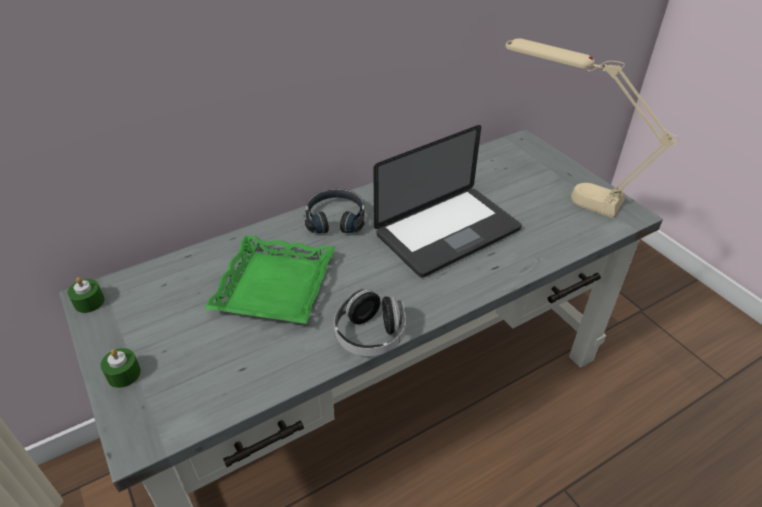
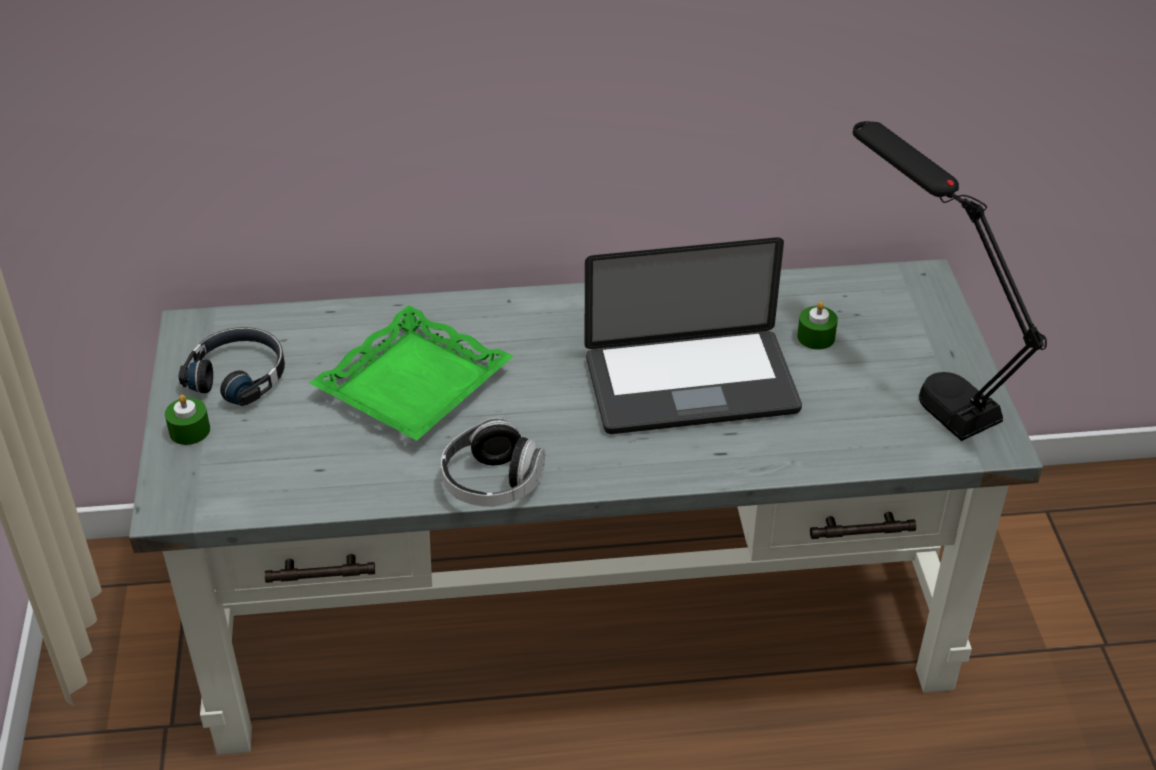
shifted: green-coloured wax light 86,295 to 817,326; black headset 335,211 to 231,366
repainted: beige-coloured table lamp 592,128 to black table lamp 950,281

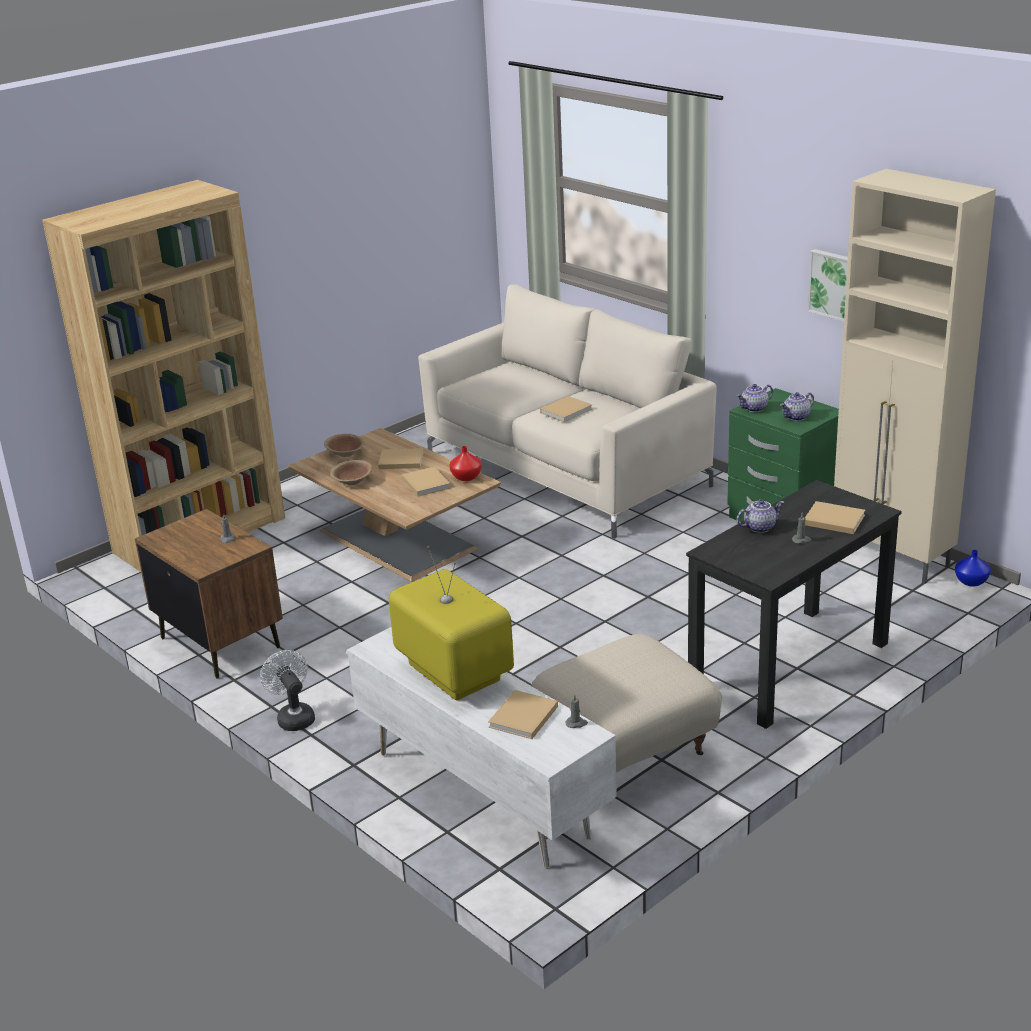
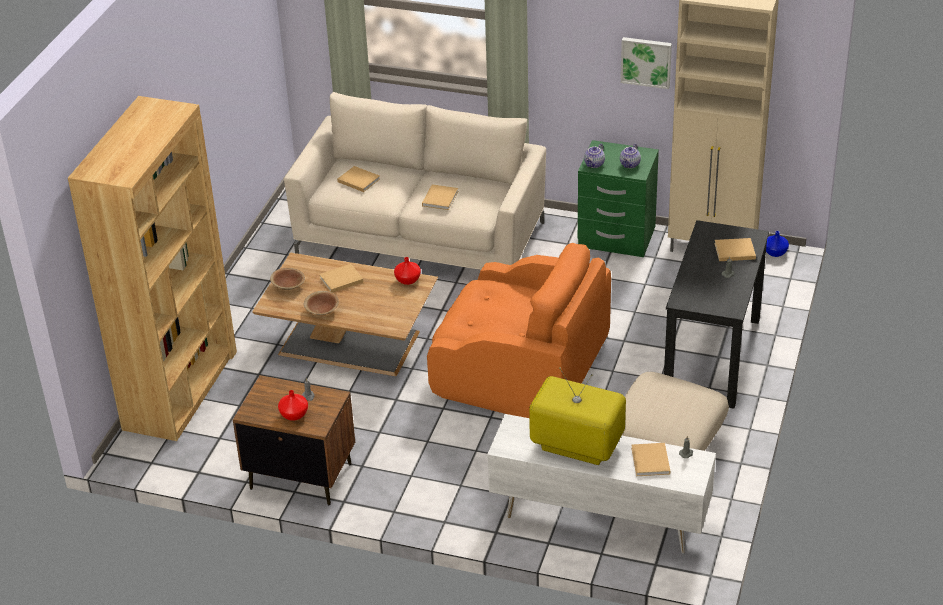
gone: white-coloured electric fan 287,690; tea pot 760,516
new: red-coloured flower vase 293,405; orangey lounge chair 519,330
shifted: beige-coloured book 426,481 to 358,179

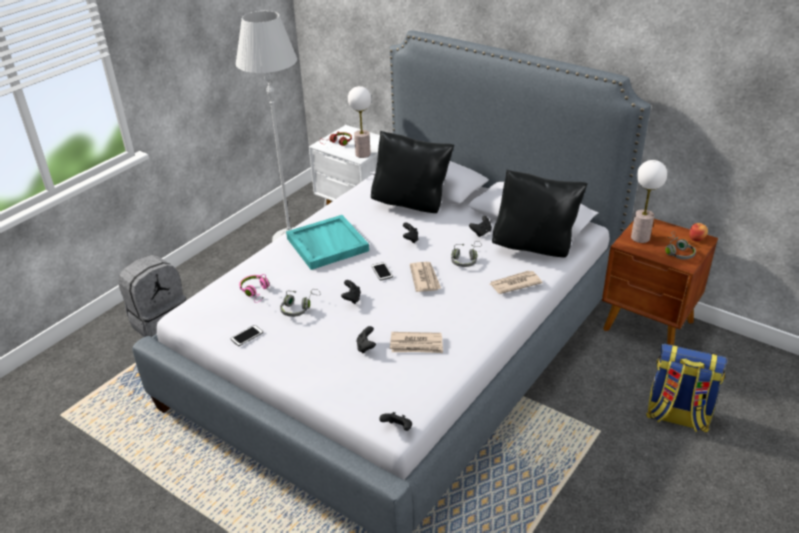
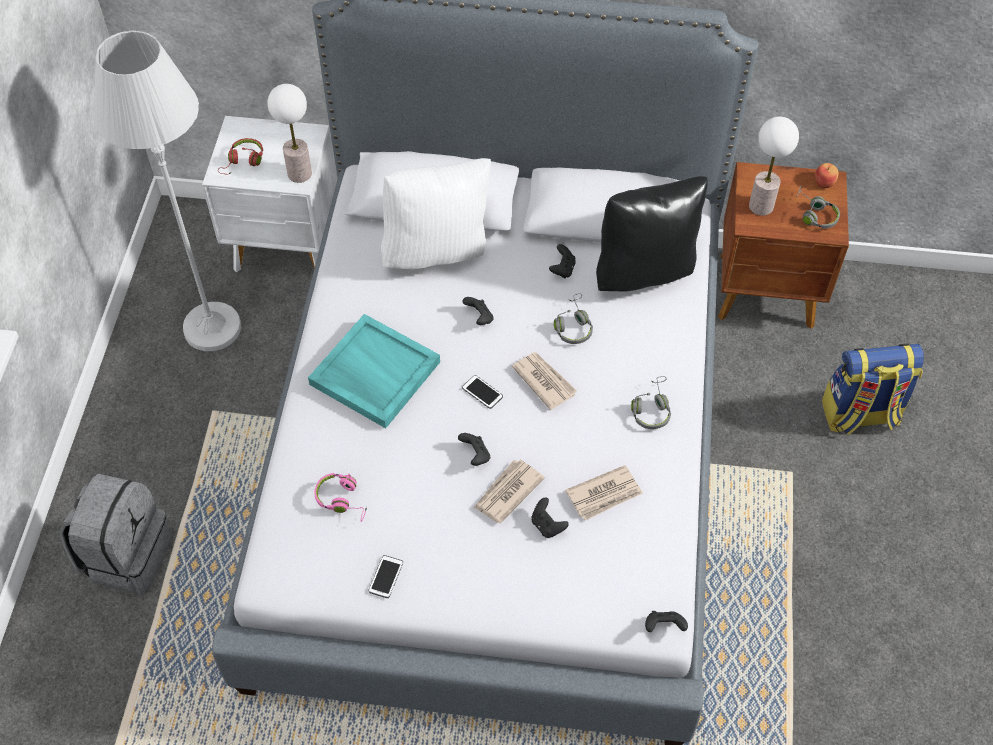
shifted: greyish headset 300,303 to 651,402; daily paper 516,282 to 509,491
repainted: black cushion 412,171 to white-coloured cushion 436,214

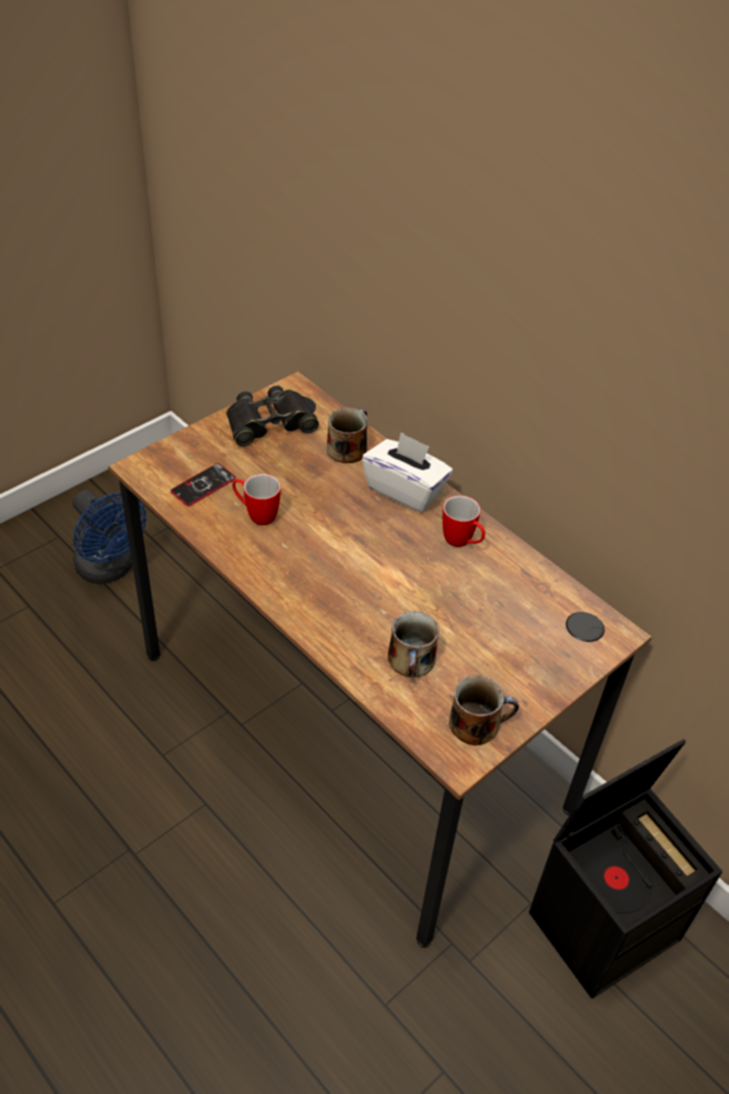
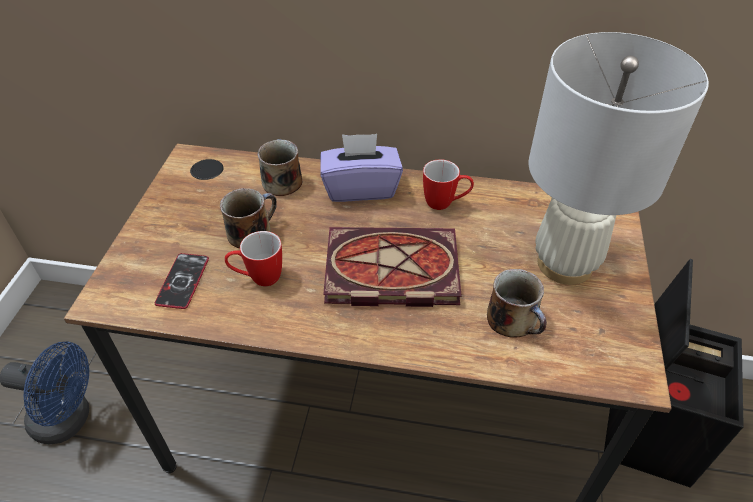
gone: black binoculars 272,416
new: book 392,267; white-coloured table lamp 619,158
shifted: tea mug 484,710 to 248,218
repainted: white-coloured tissue holder 407,472 to purplish tissue holder 361,168

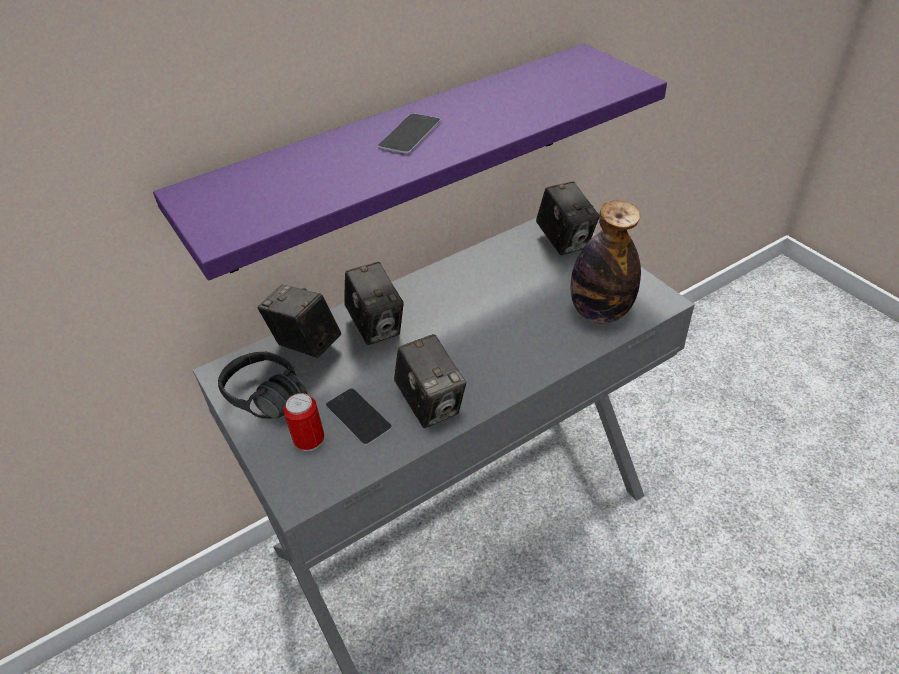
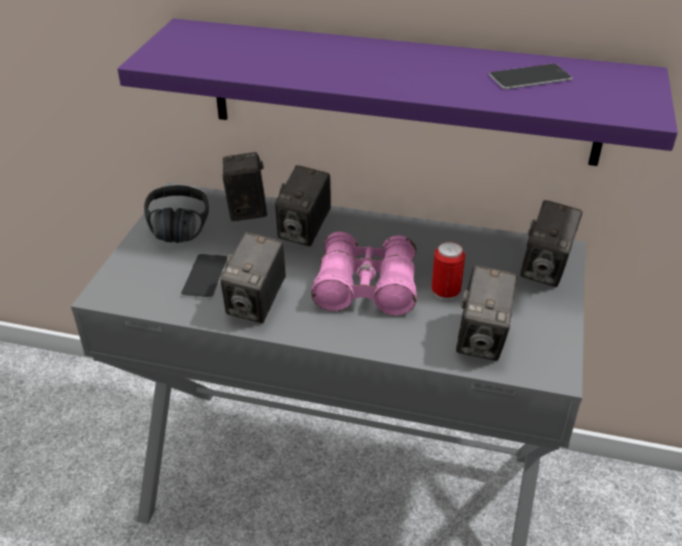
new: pink-coloured binoculars 364,274
shifted: sealed can 303,422 to 448,271; telephone 409,133 to 530,76
swapped: drink bottle 606,262 to photo camera 486,313

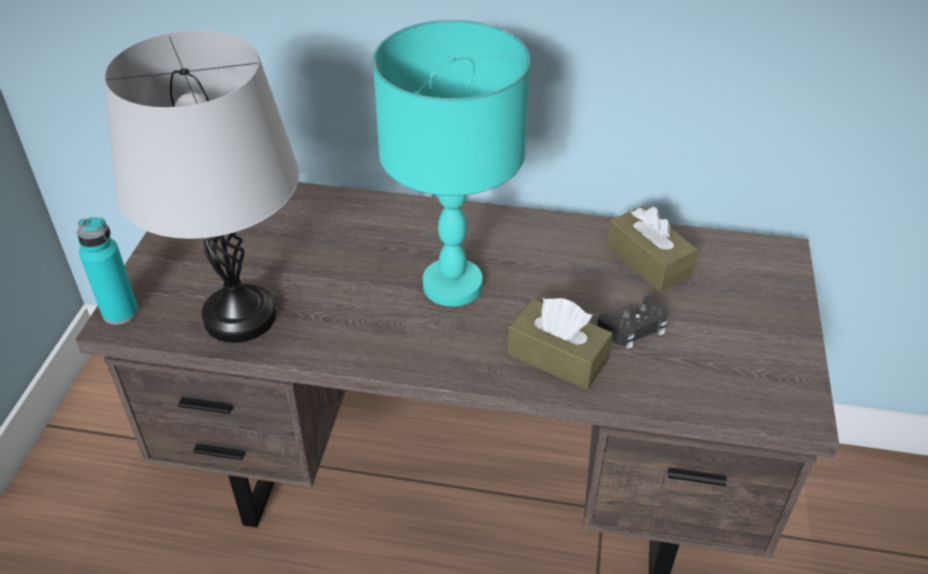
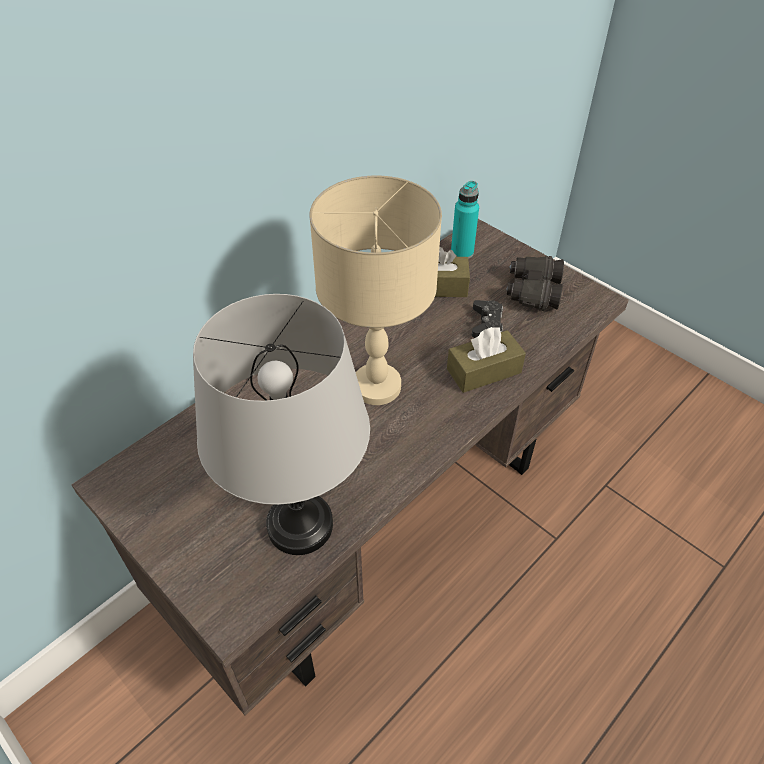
new: black binoculars 535,283
shifted: turquoise drink bottle 107,271 to 465,220
repainted: turquoise table lamp 452,163 to beige-coloured table lamp 375,290

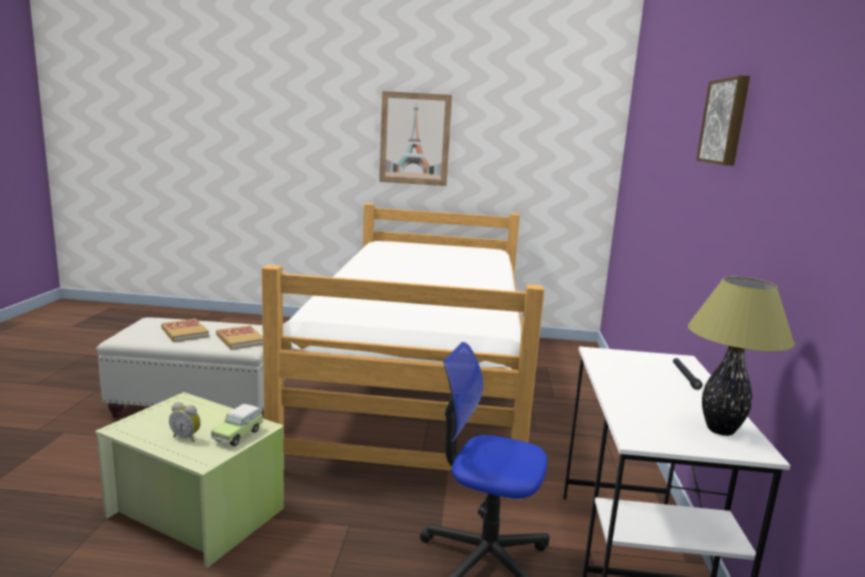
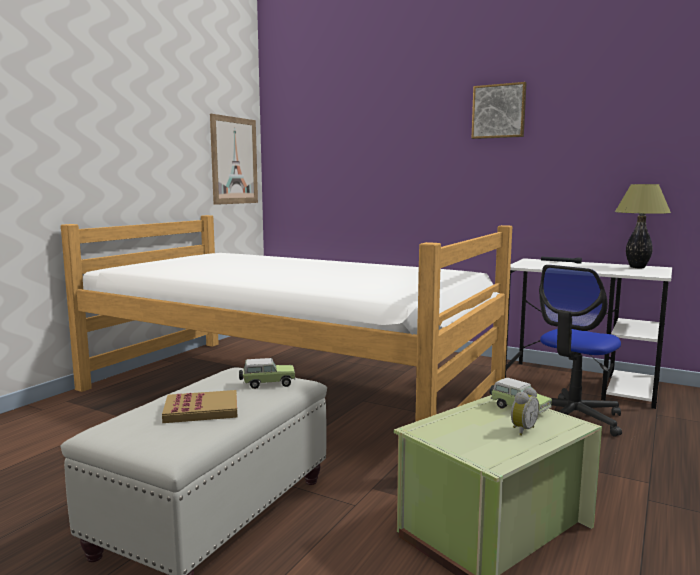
shifted: wall picture 415,138 to 234,159
swapped: book 239,337 to model car 267,373

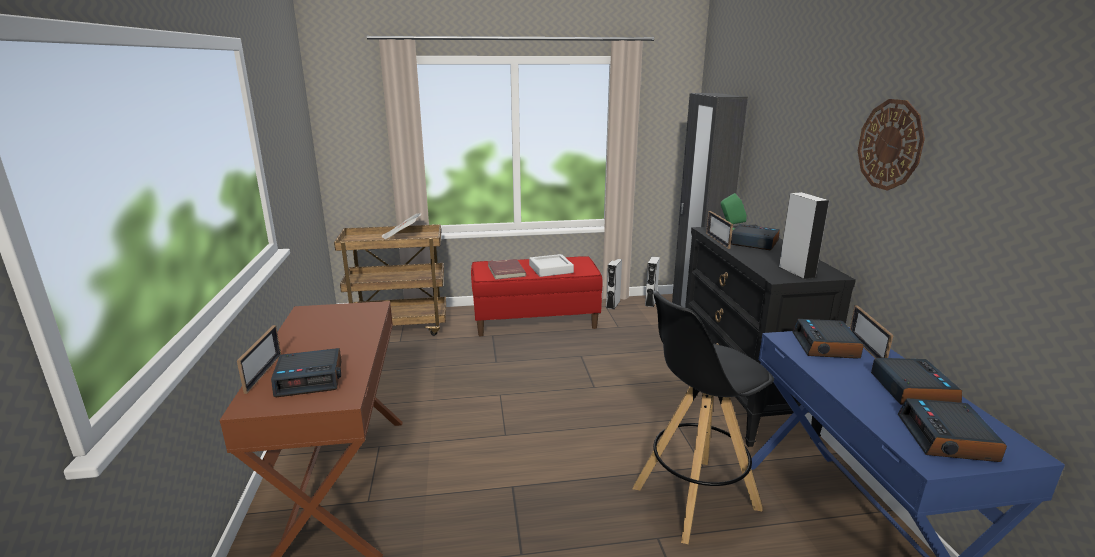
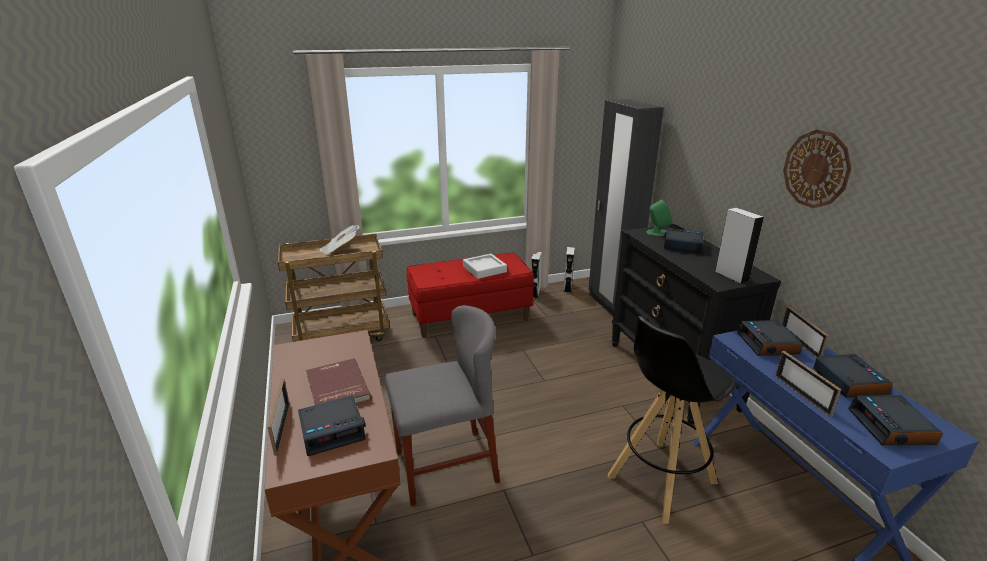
new: greyish chair 442,405
shifted: red-coloured book 507,269 to 338,381; standing frame 719,230 to 808,384

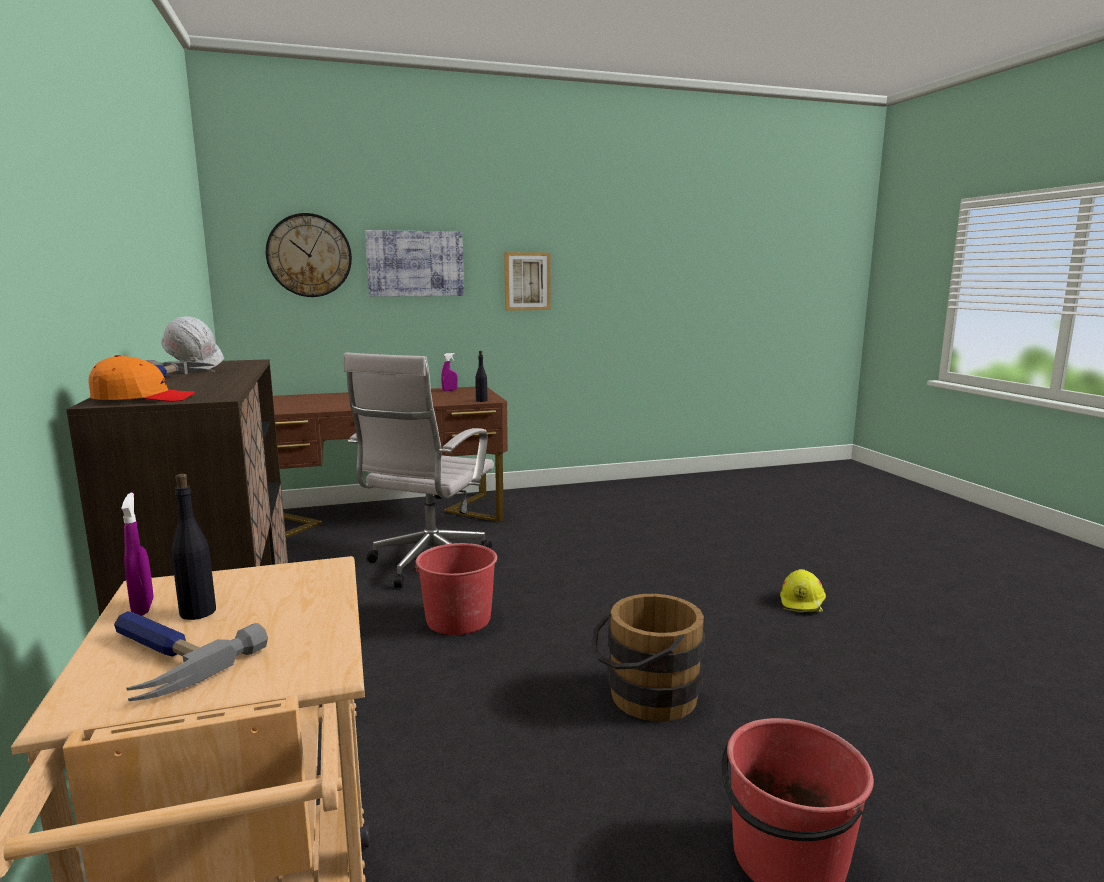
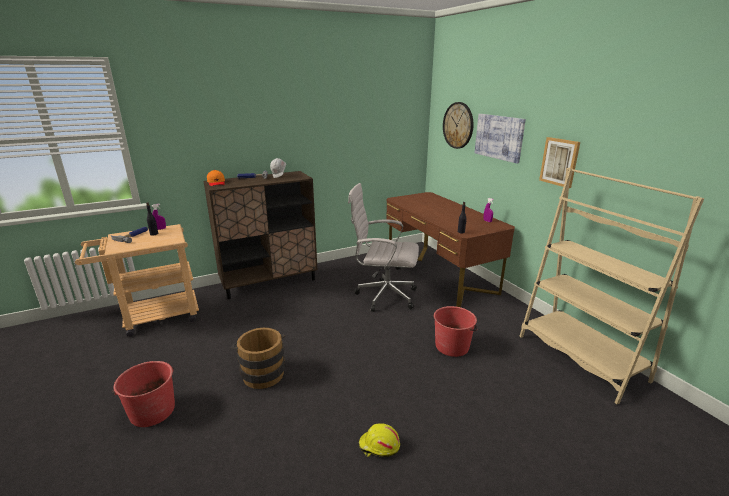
new: beige-coloured bookshelf 611,286
shifted: red-coloured water bucket 455,589 to 456,331

